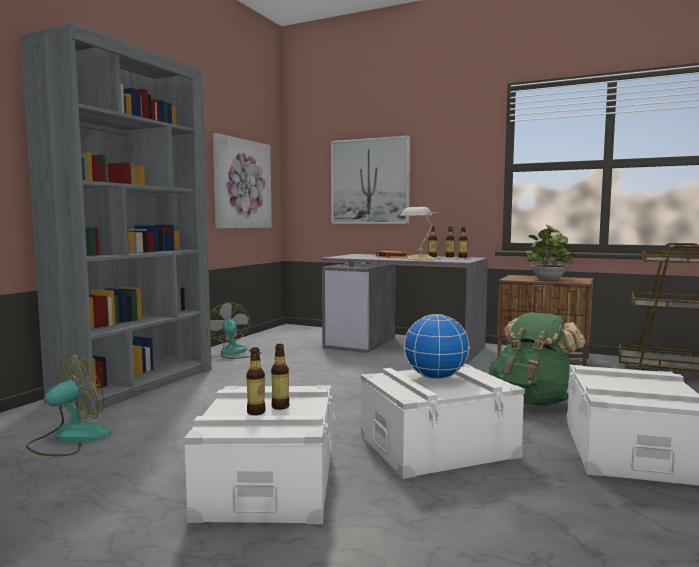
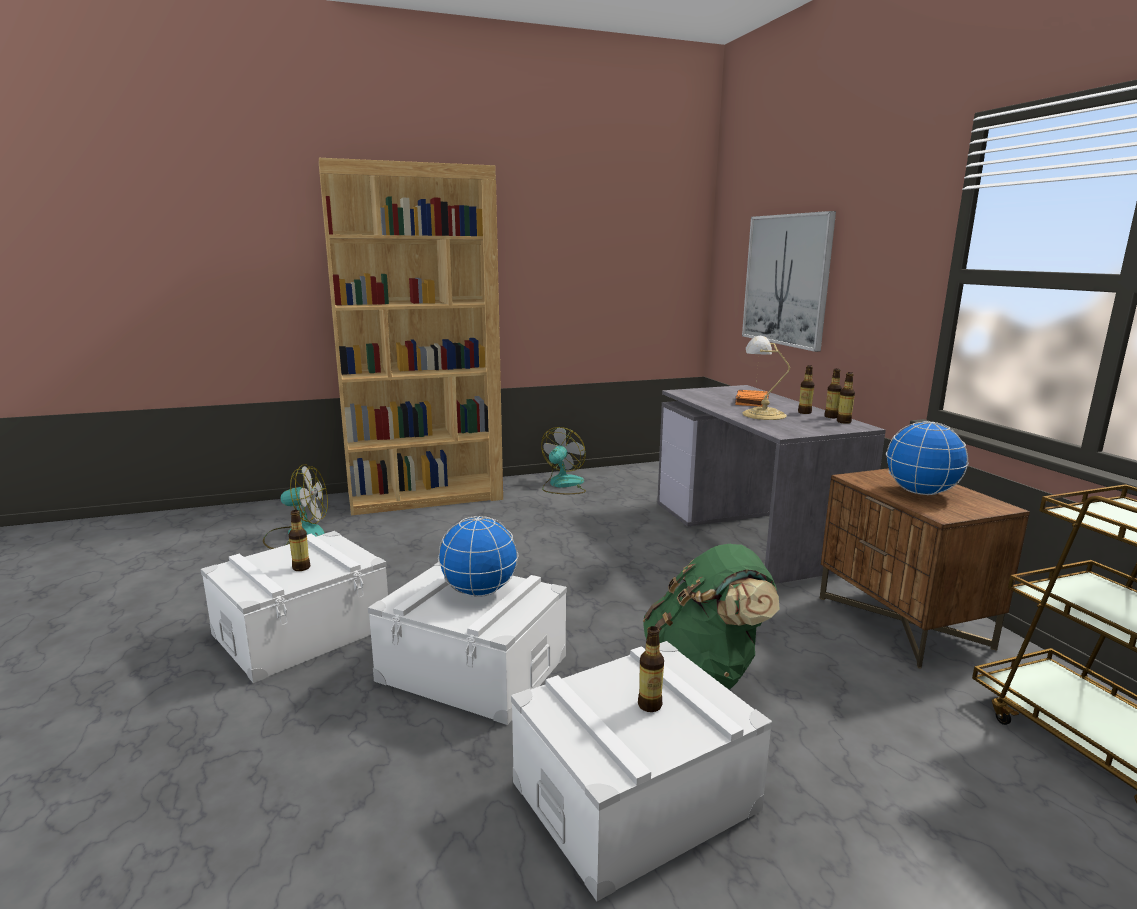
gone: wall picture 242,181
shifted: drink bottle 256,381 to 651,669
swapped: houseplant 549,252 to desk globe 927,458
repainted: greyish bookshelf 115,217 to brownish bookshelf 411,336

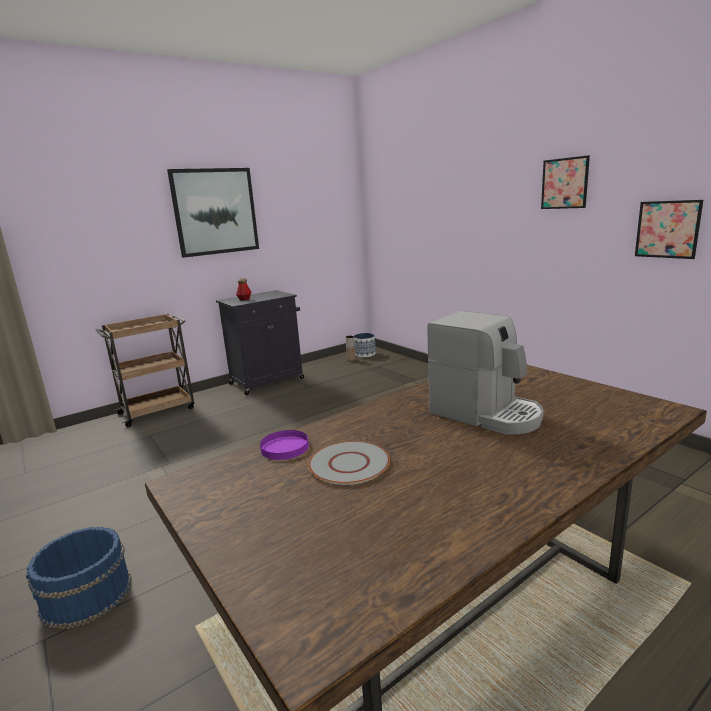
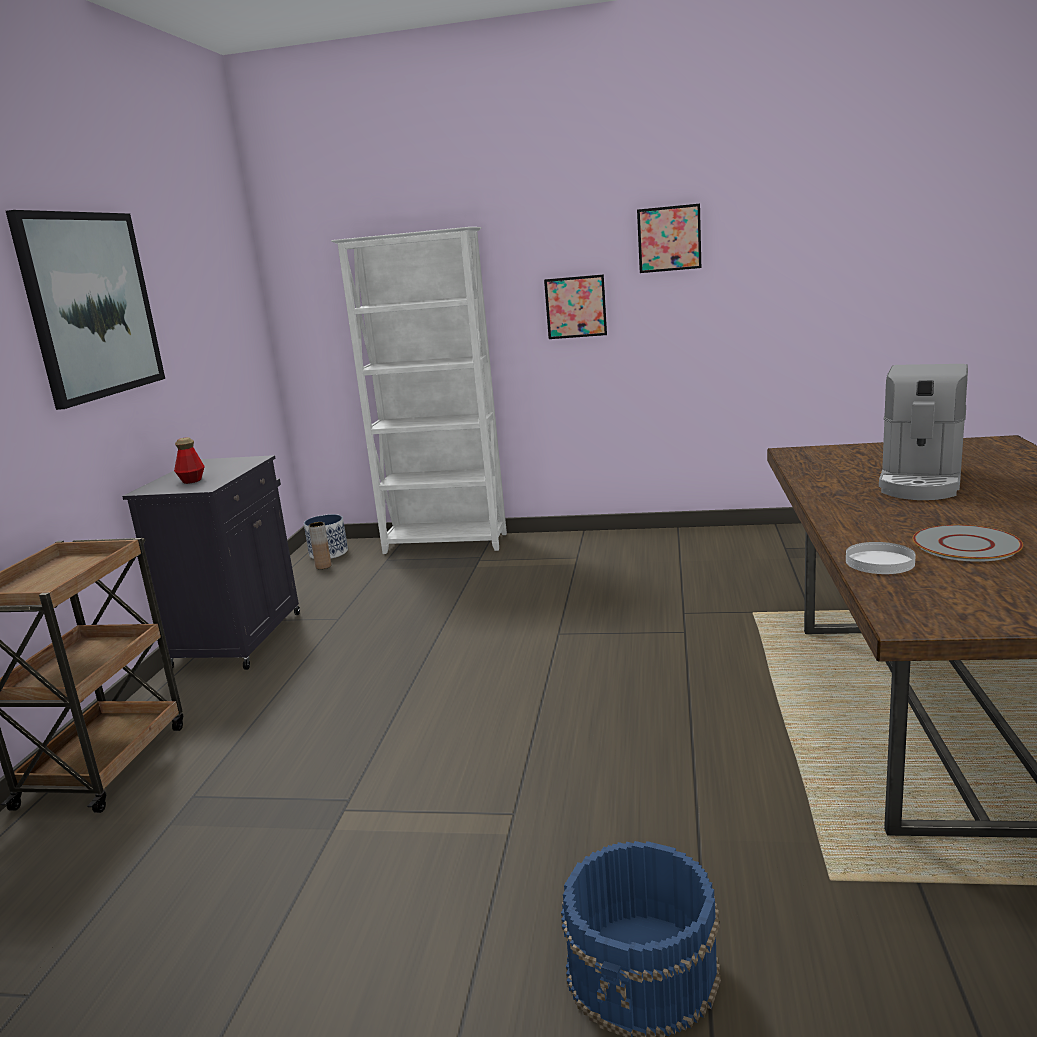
new: white-coloured bookshelf 419,390
shifted: wall picture 669,229 to 575,306
repainted: purplish plate 284,445 to white-coloured plate 881,558
rotated: coffee maker 485,373 = 923,432 120 degrees clockwise

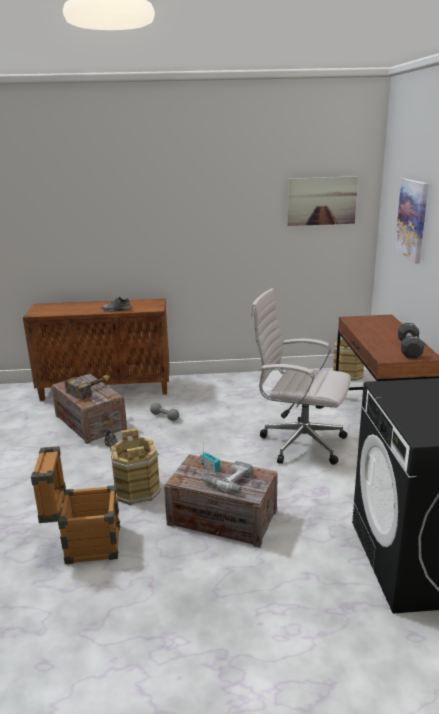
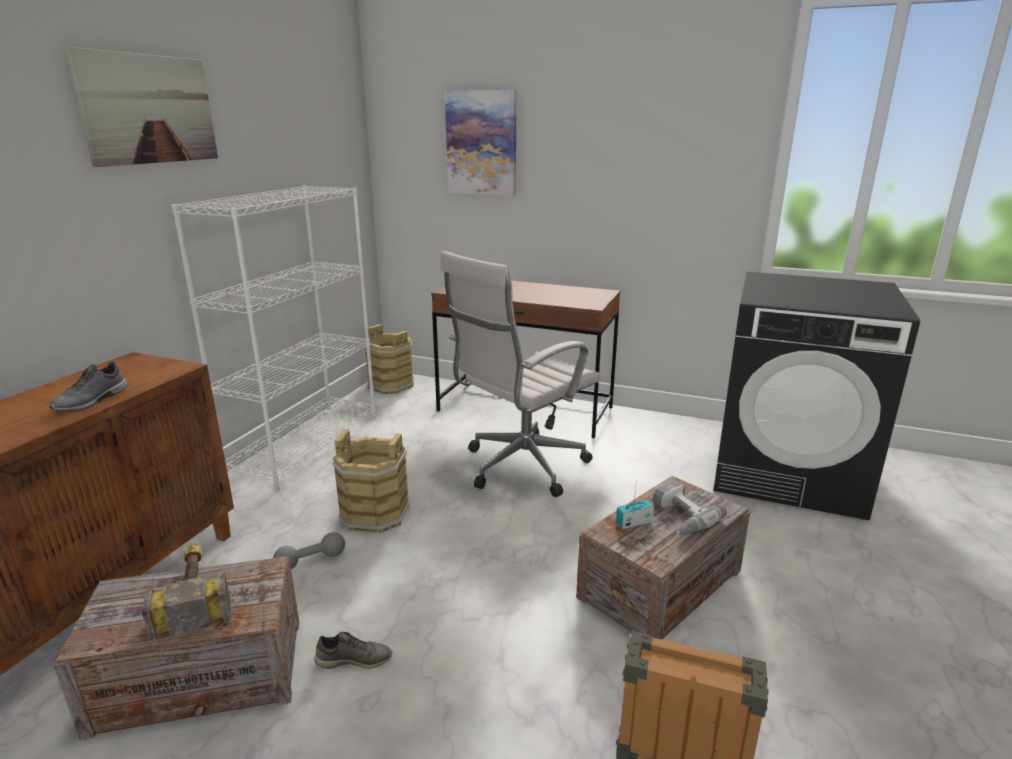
gone: black dumbbell 411,340
new: white-coloured bookshelf 273,338
shifted: brownish water bucket 135,466 to 371,481; wall picture 322,201 to 141,107

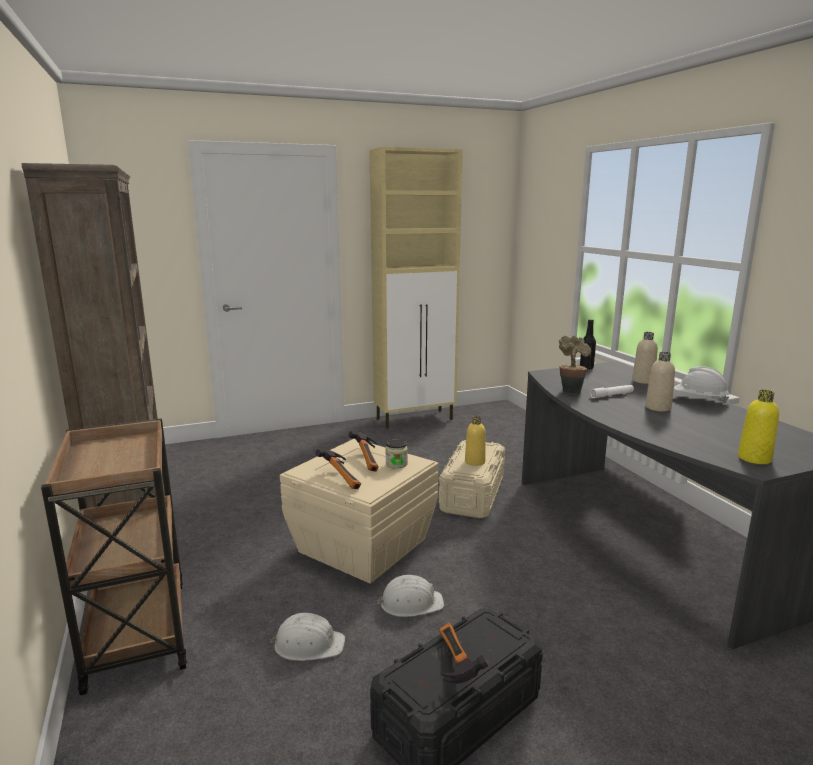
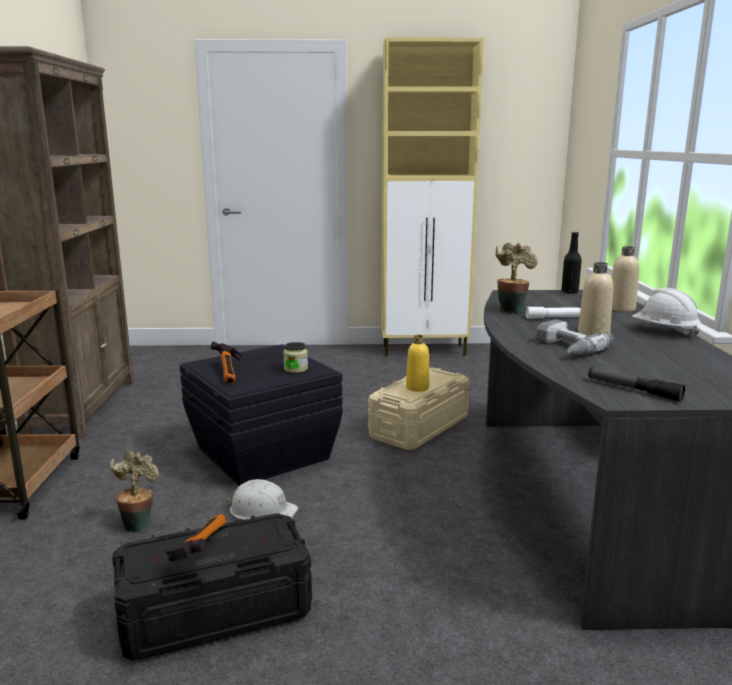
gone: hammer 364,451
new: electric drill 575,337
swapped: white-coloured work helmet 307,637 to houseplant 134,492; yellowish drink bottle 758,427 to hand torch 636,384
repainted: beige-coloured storage container 359,511 to black storage container 261,415

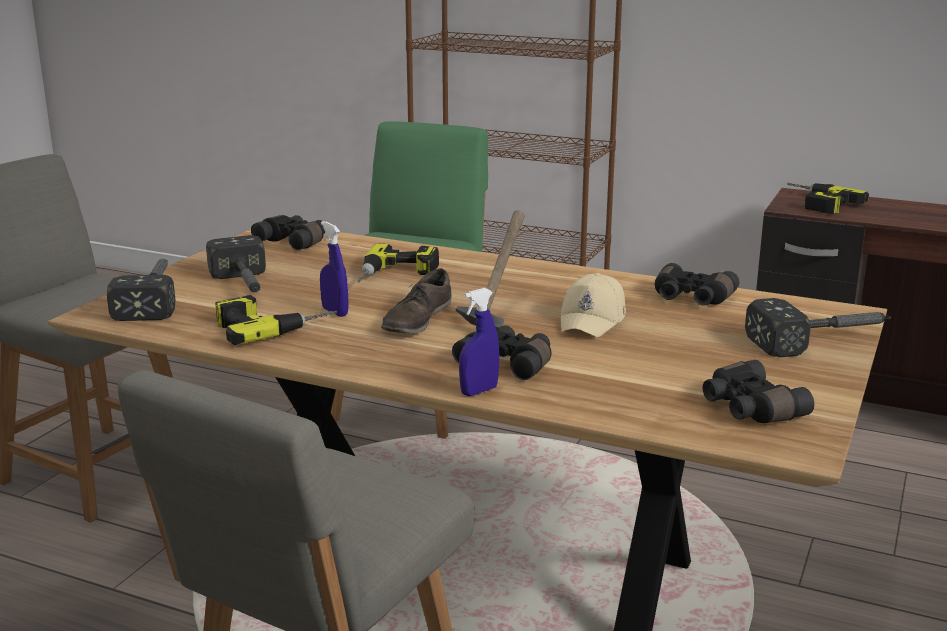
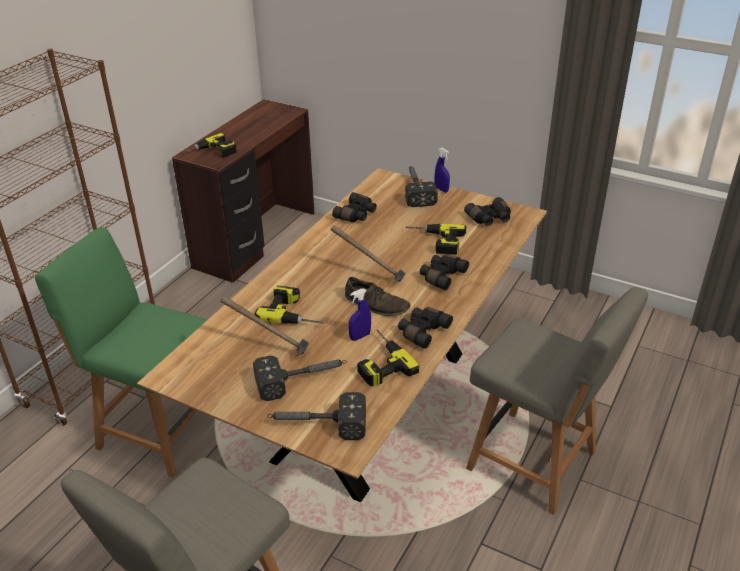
gone: beige-coloured baseball cap 593,305
new: hammer 264,325; electric drill 435,239
shifted: black binoculars 288,232 to 425,328; blue-coloured sprayer 479,342 to 442,170

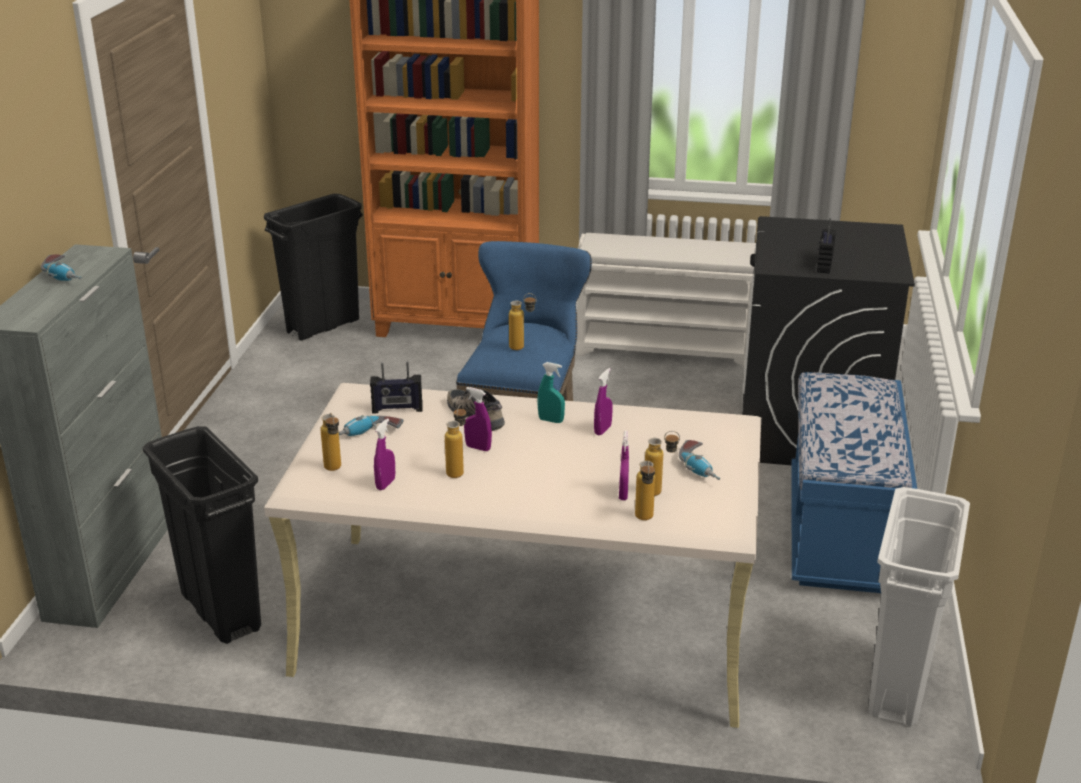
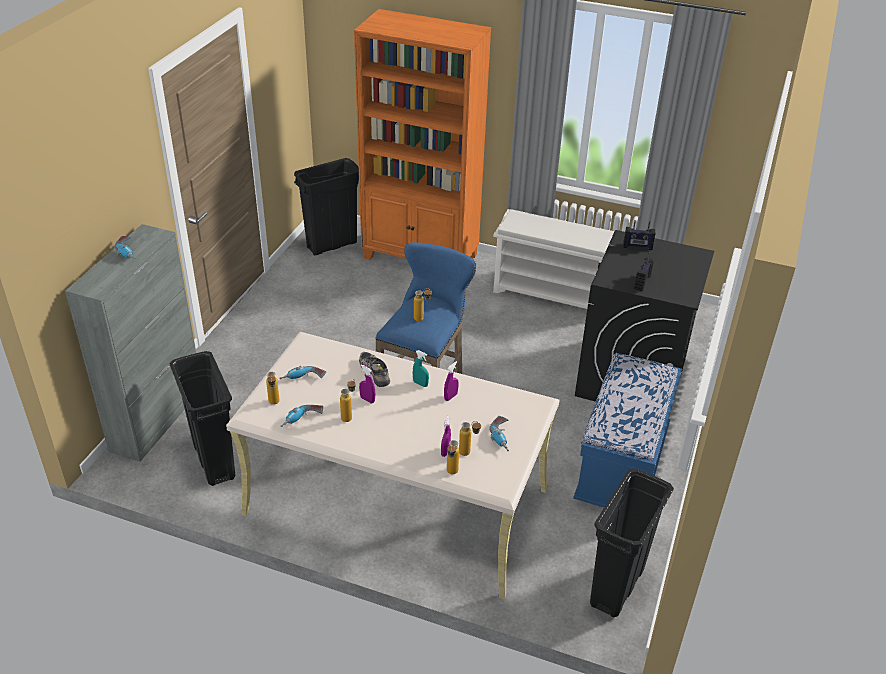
shifted: radio 396,388 to 639,235
swapped: purplish sprayer 384,454 to electric drill 302,416
repainted: white-coloured trash can 919,606 to black trash can 632,543

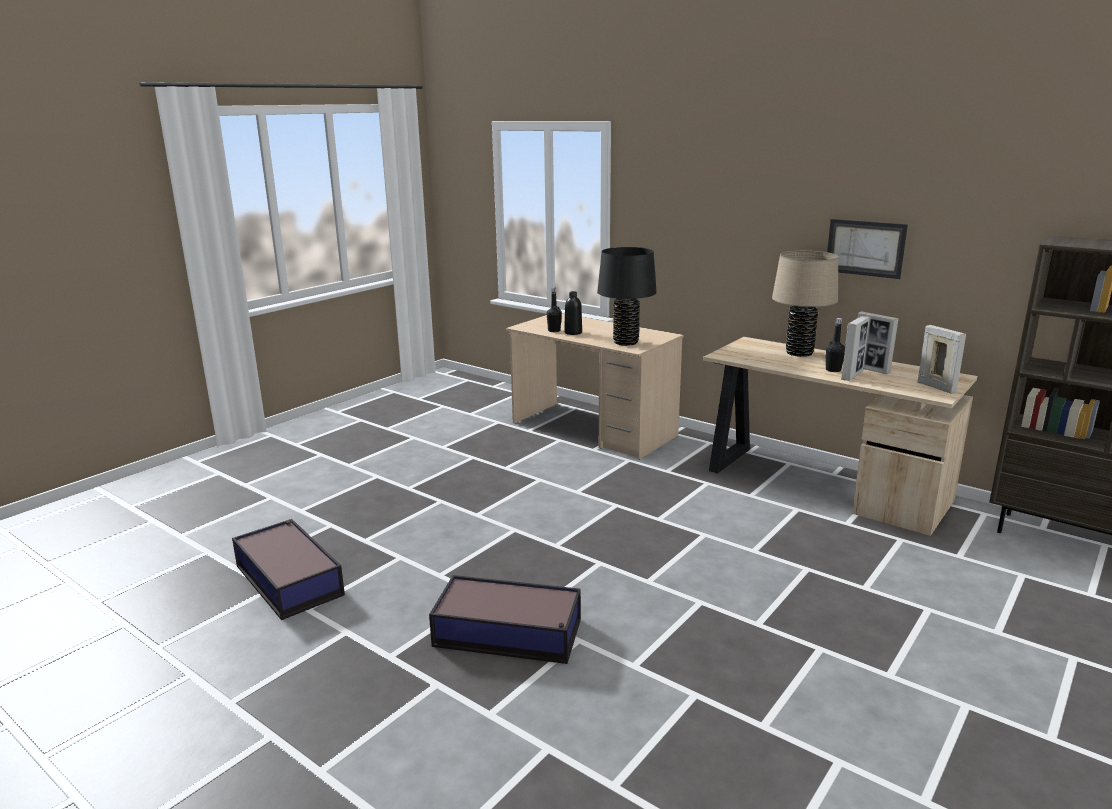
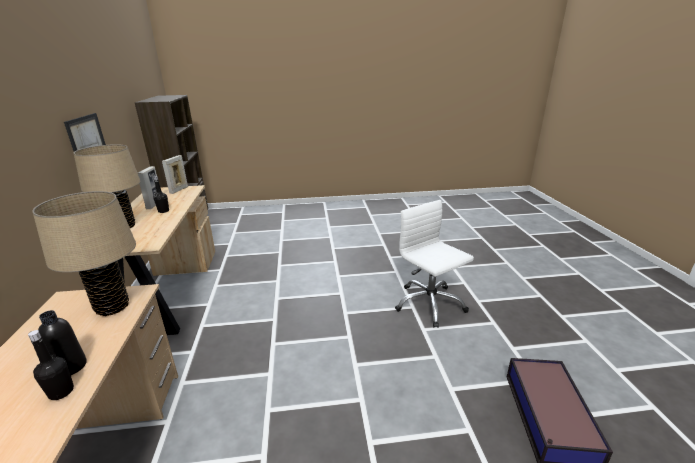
gone: standing frame 855,348
swapped: storage container 505,619 to white-coloured office chair 434,264
repainted: black table lamp 627,296 to beige-coloured table lamp 84,253

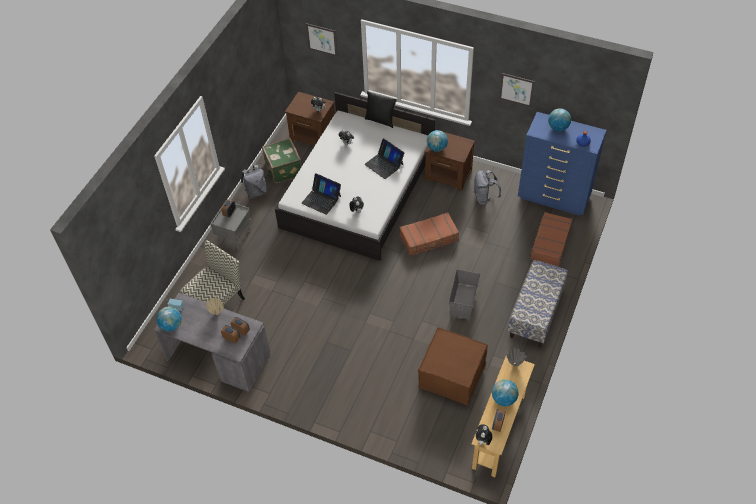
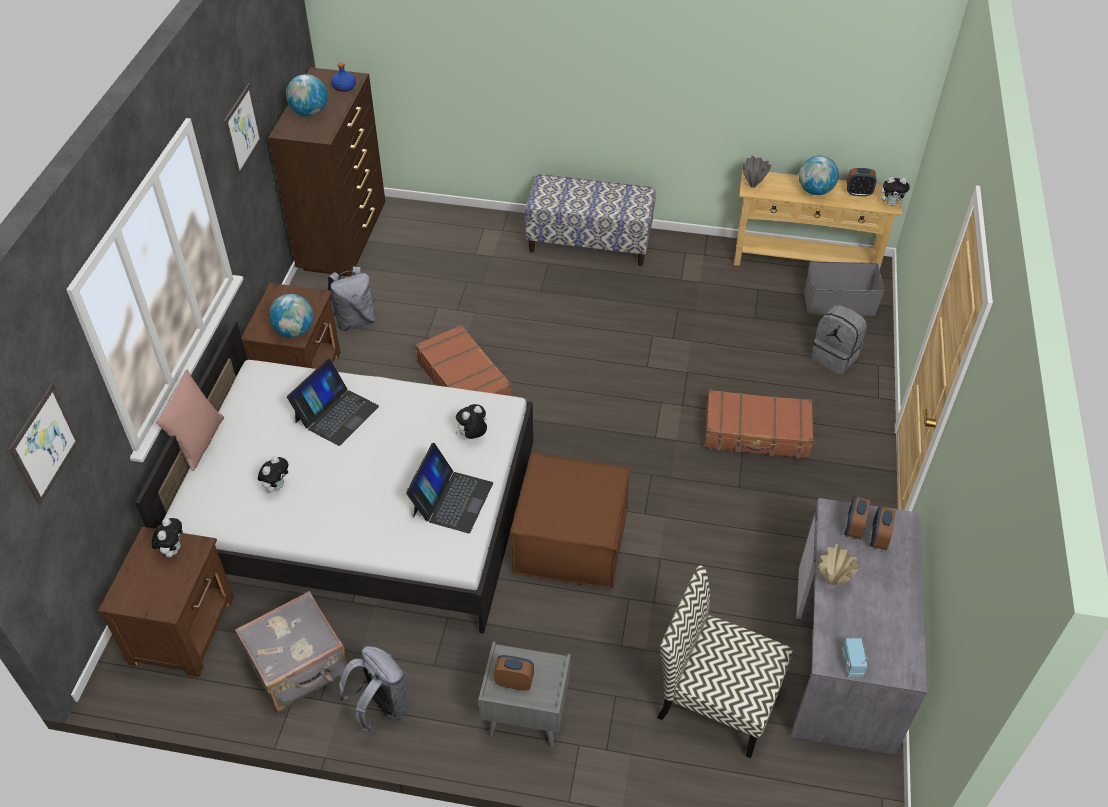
gone: desk globe 169,319
new: greyish rucksack 839,340
shifted: brownish ottoman 453,366 to 570,520; greyish storage container 465,293 to 844,289; brownish piece of luggage 550,239 to 758,424
repainted: green-coloured piece of luggage 282,160 to greyish piece of luggage 291,651; black cushion 381,109 to pink-coloured cushion 190,420; blue-coloured dresser 562,164 to brownish dresser 326,172

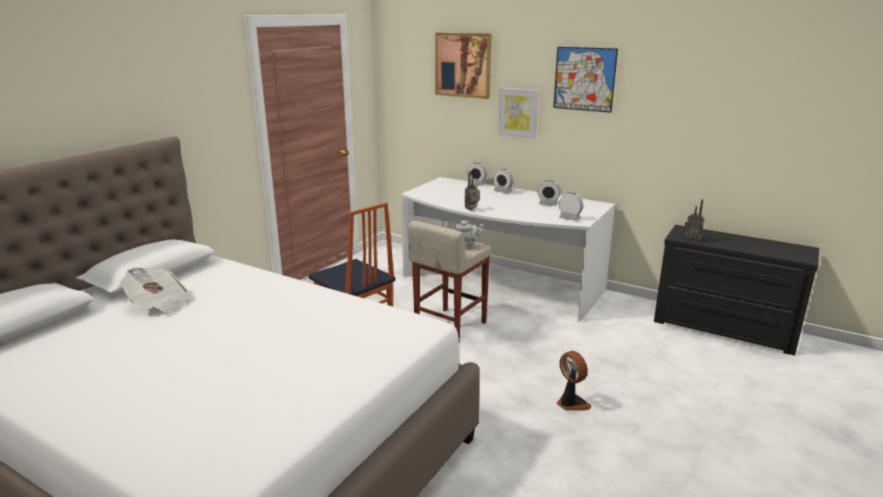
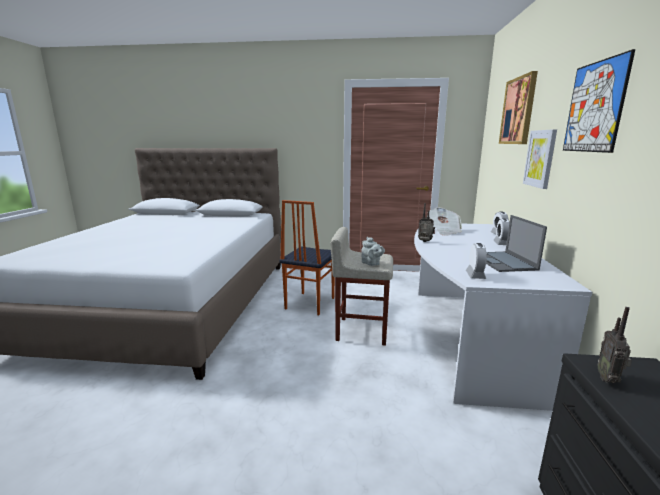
gone: electric fan 574,381
shifted: daily paper 155,291 to 444,221
swapped: bedside clock 549,193 to portable computer 516,243

